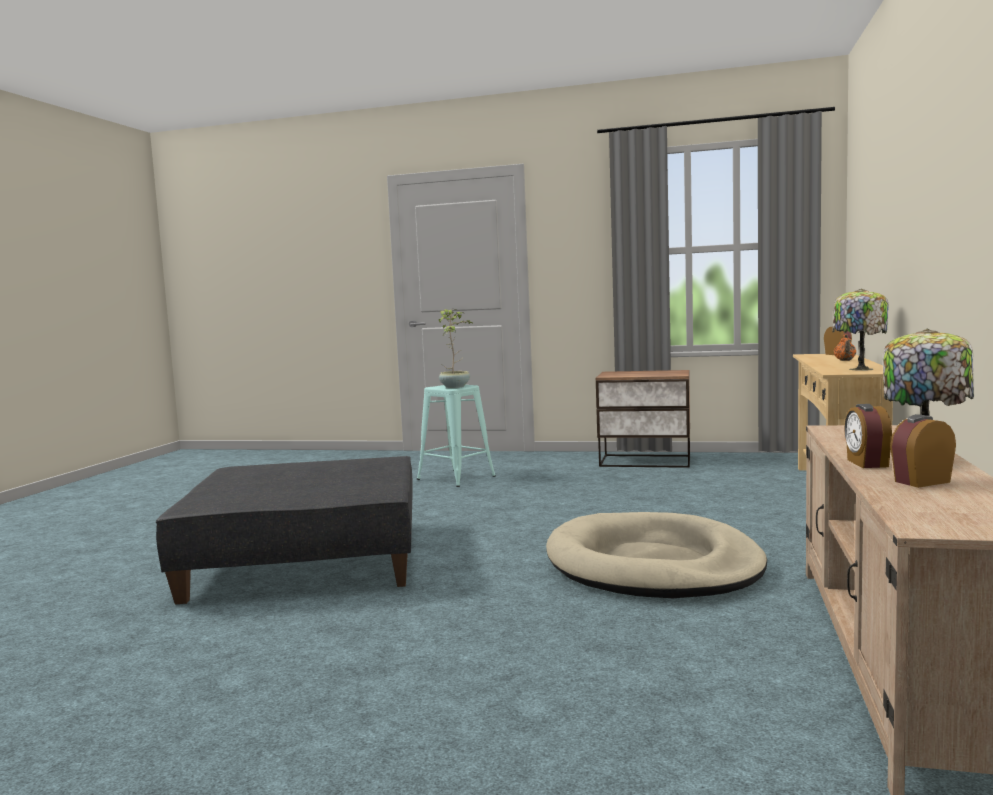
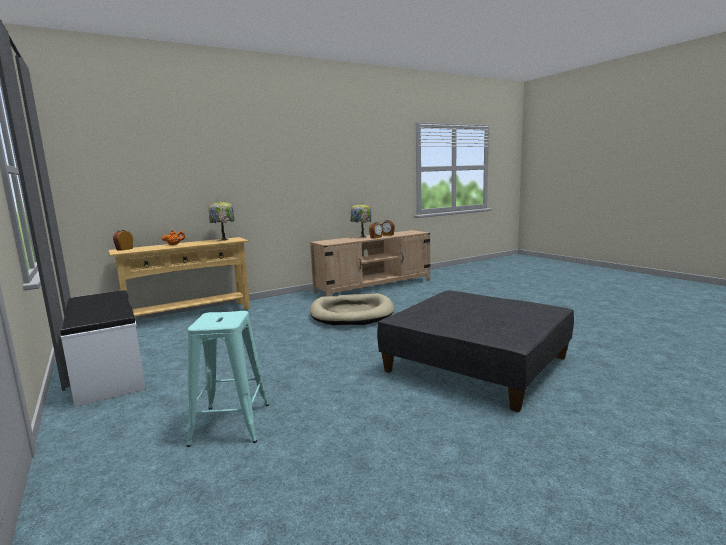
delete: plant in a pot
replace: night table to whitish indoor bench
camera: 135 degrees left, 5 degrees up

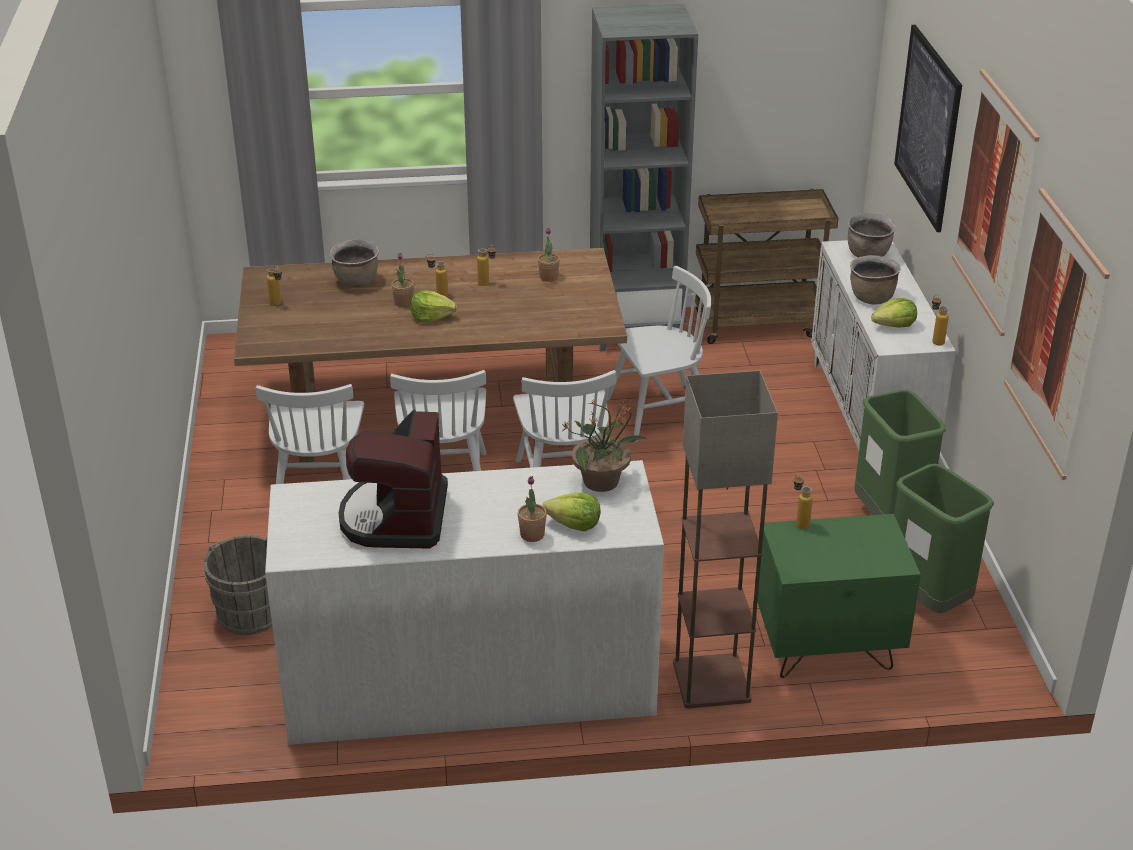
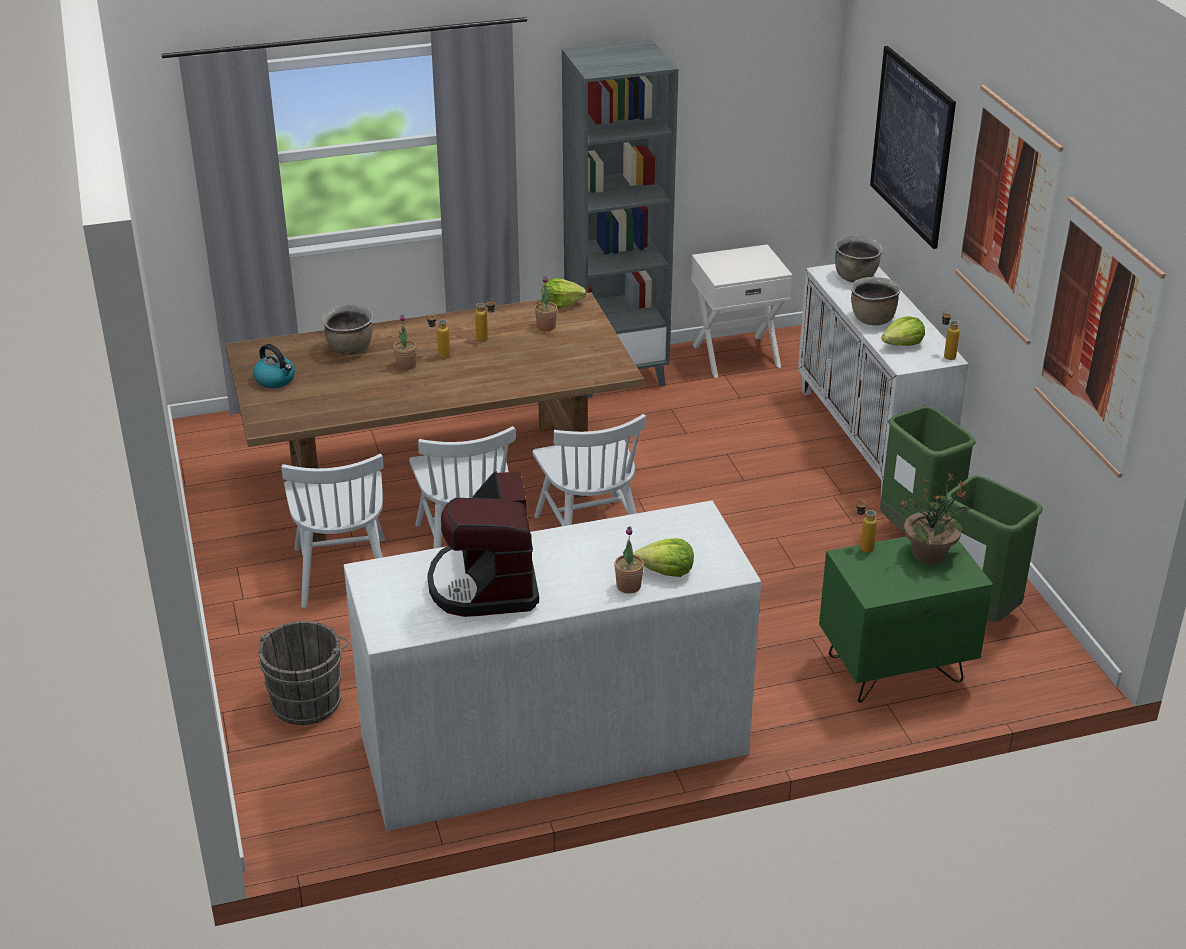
delete: whitish plain chair (4th from left); floor lamp
move: head of lettuce (1st from left); plant in a pot (4th from left)
replace: drink bottle (1st from left) to kettle; brown-coloured cart to whitish night table
camera: 10 degrees left, 0 degrees up

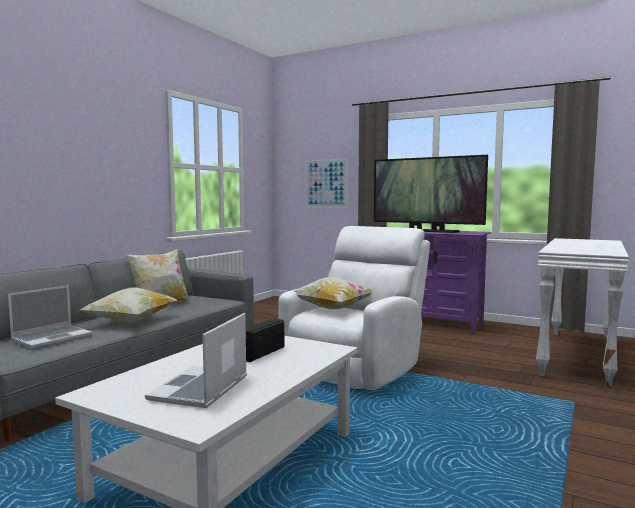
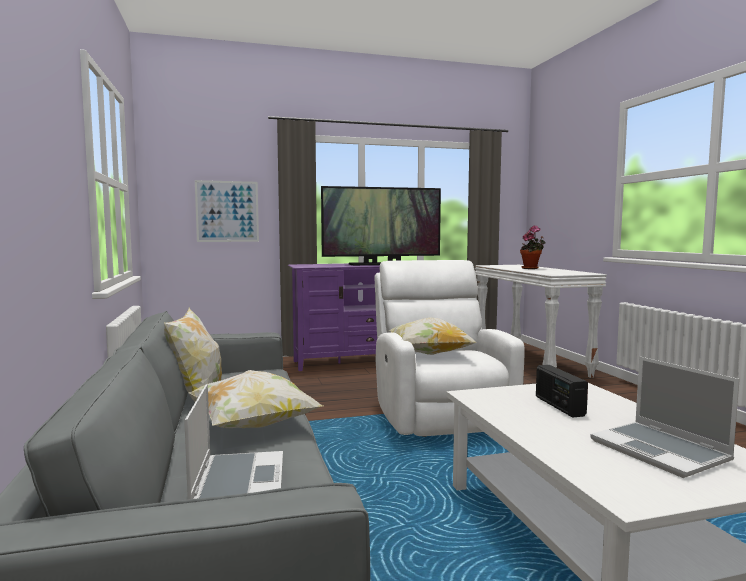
insert: plant in a pot
camera: 45 degrees left, 0 degrees up

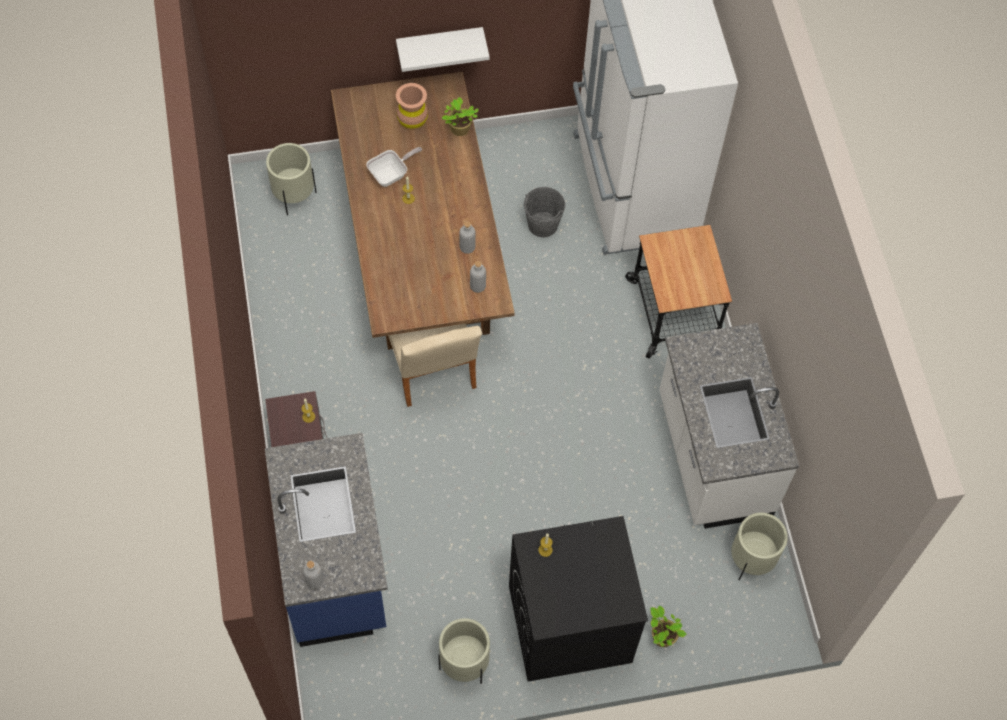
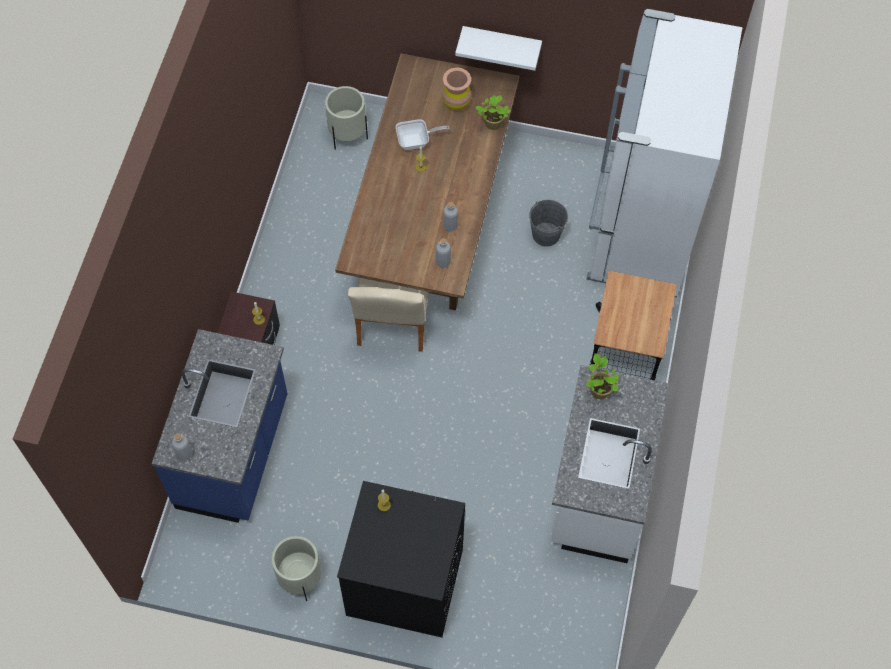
delete: sand-coloured planter (3rd from left)
move: plant in a pot (2nd from left)
camera: 25 degrees right, 0 degrees up

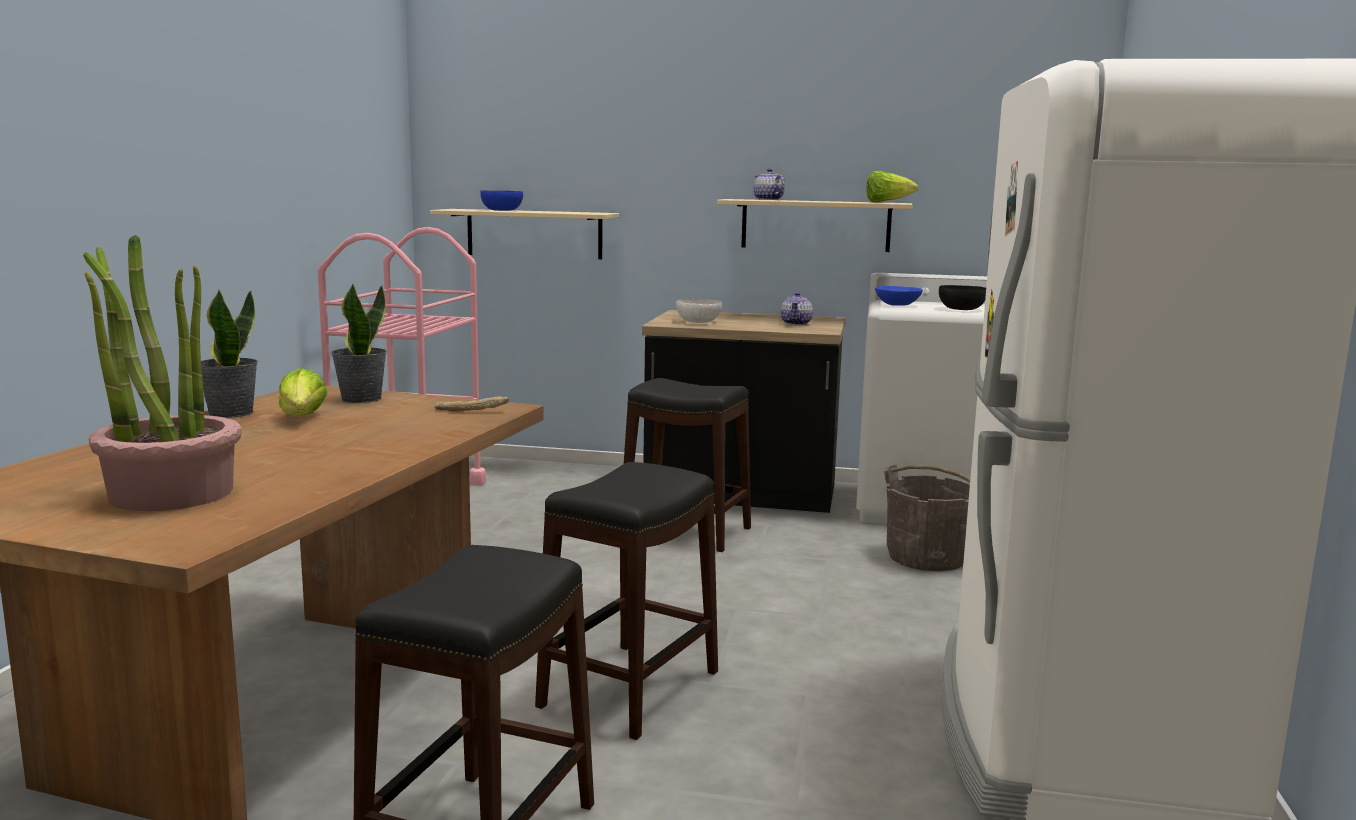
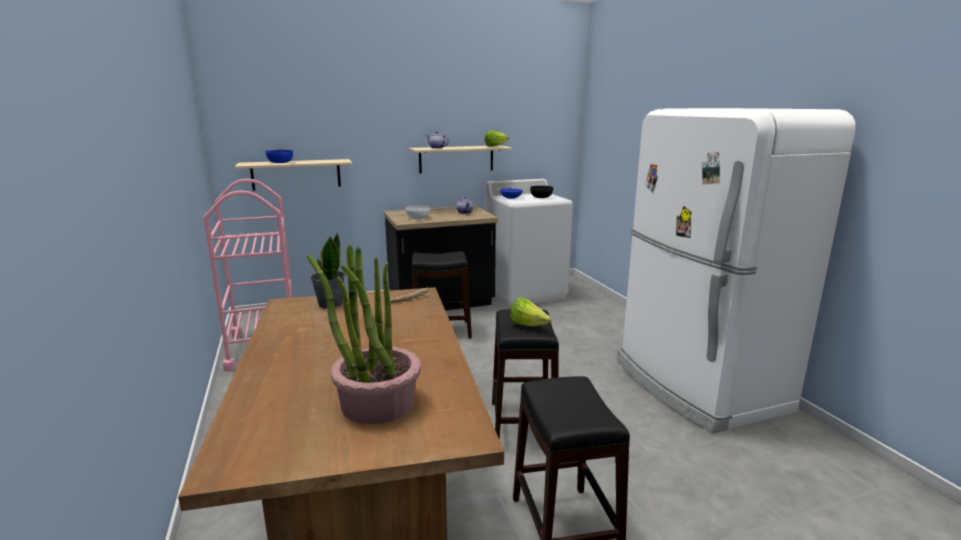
delete: plant in a pot (2nd from left); grey pail
move: head of lettuce (1st from left in the first image) to head of lettuce (2nd from left)
camera: 30 degrees left, 5 degrees up

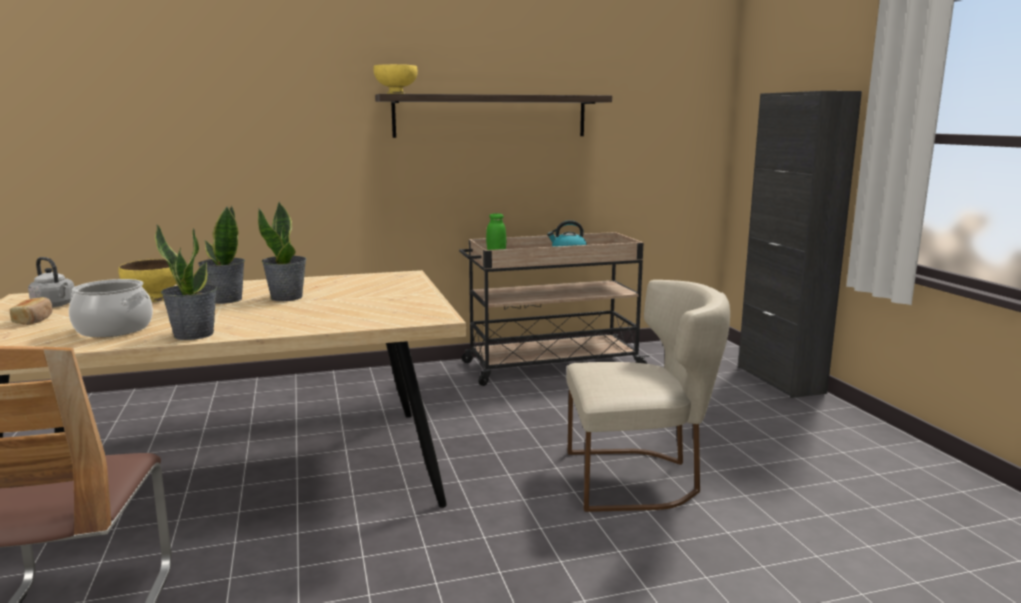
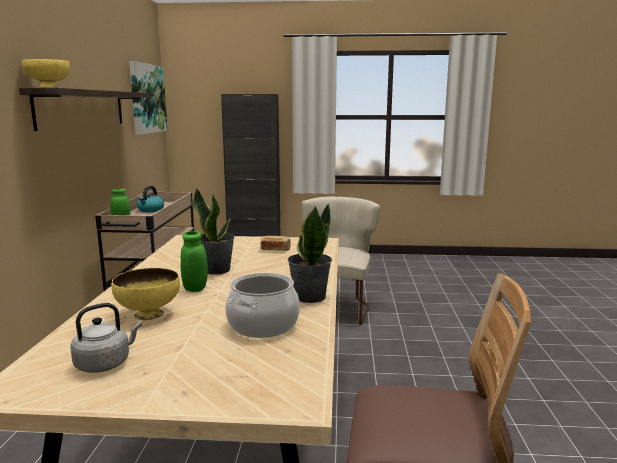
insert: picture
move: bakery bread
replace: plant in a pot (2nd from left) to green storage jar (2nd from left)
camera: 70 degrees left, 0 degrees up

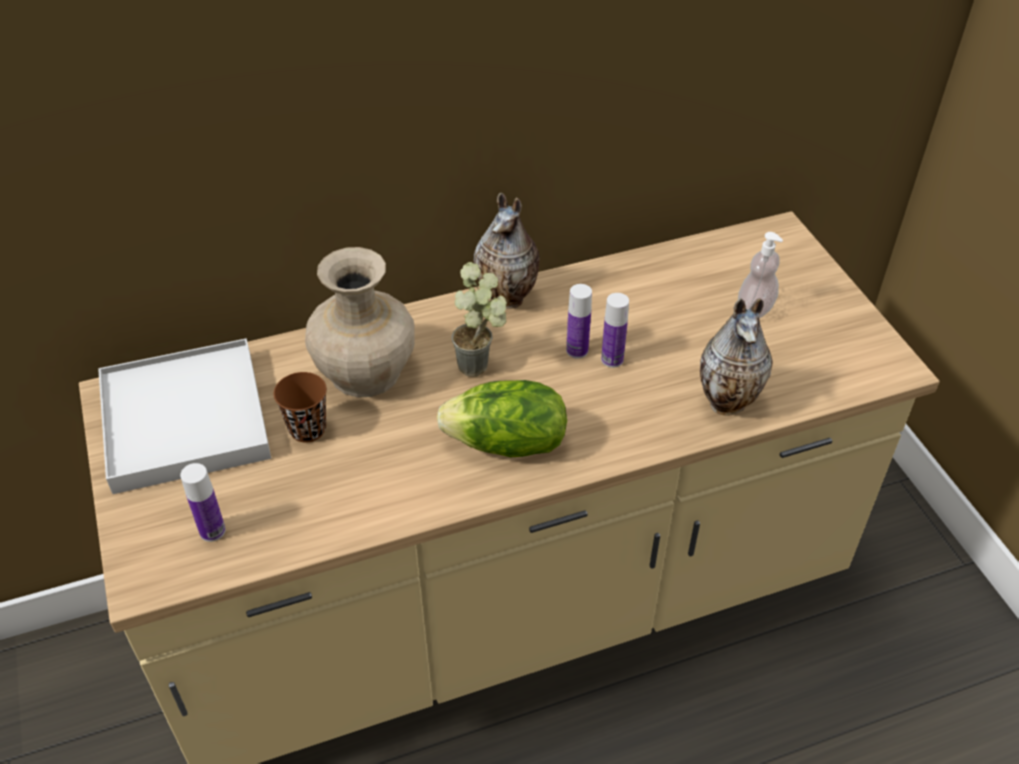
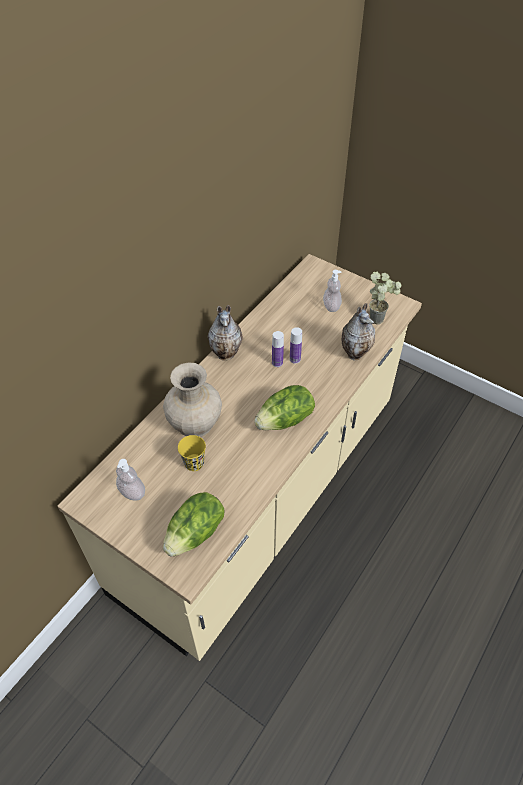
move: plant in a pot
replace: whitish serving tray to soap dispenser (1st from left); drink bottle (1st from left) to head of lettuce (1st from left)
recolor: brown-coloured small cup to yellow-coloured small cup
camera: 35 degrees left, 5 degrees up

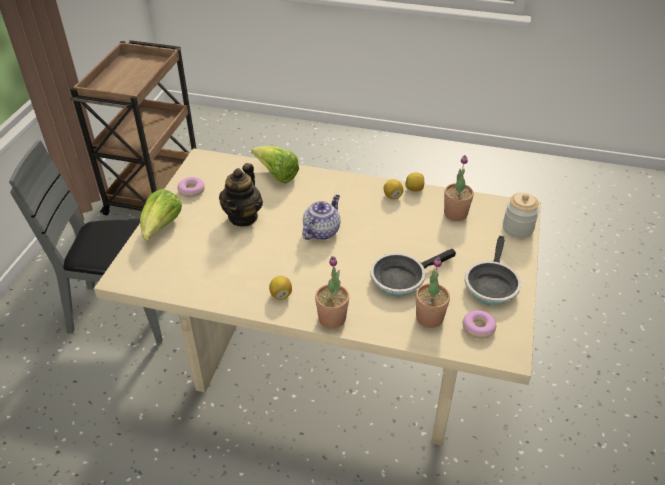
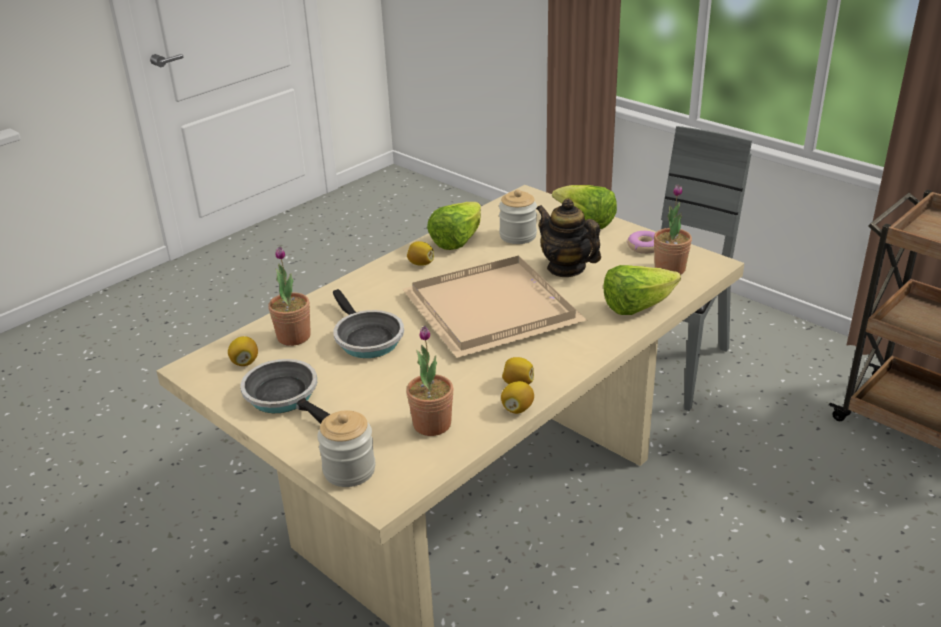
insert: head of lettuce (1st from left); storage jar (2nd from left)
move: plant in a pot (1st from left in the first image) to plant in a pot (3rd from left)
replace: donut (2nd from left) to lemon (1st from left); tea pot (2nd from left) to sand-coloured serving tray
rotate: skillet (1st from left in the first image) 150 degrees clockwise
camera: 120 degrees right, 10 degrees down

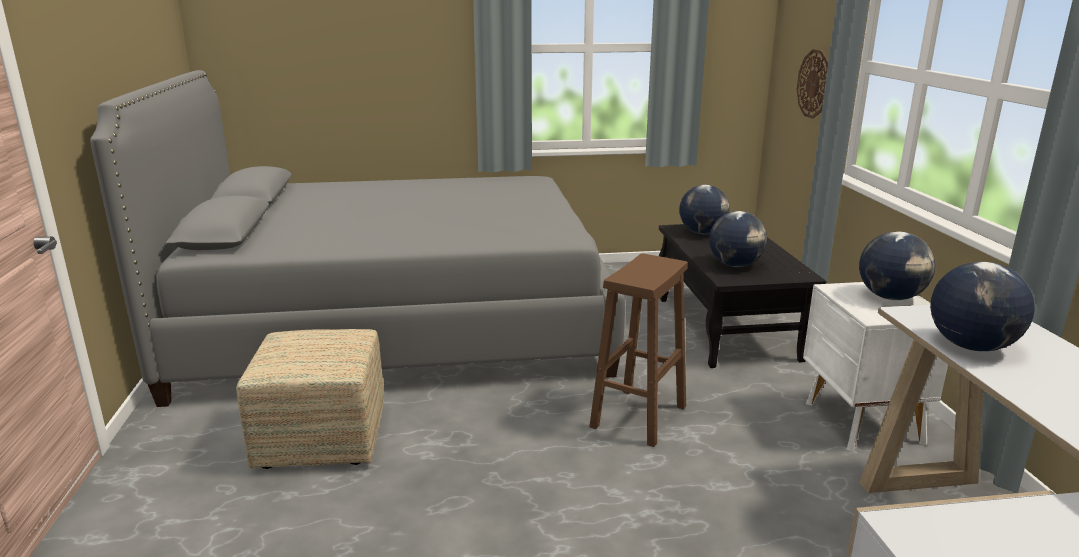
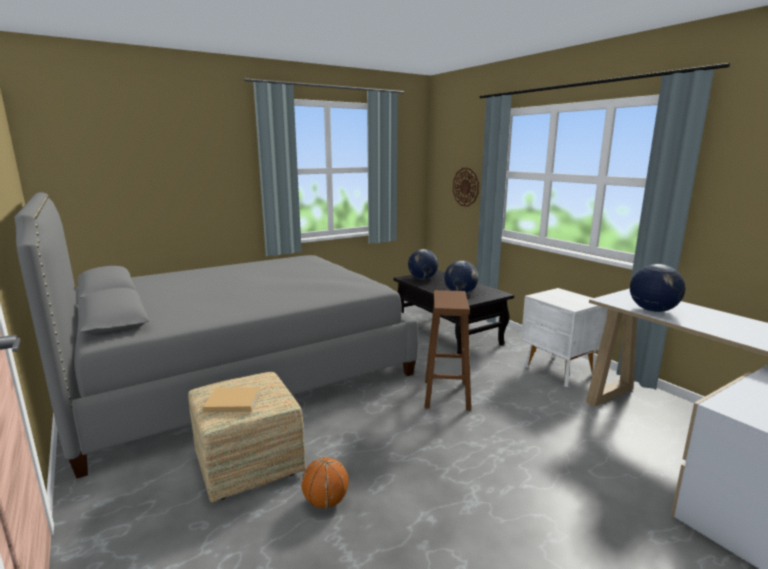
delete: globe (3rd from left)
insert: sand-coloured book; basketball ball
camera: 25 degrees left, 5 degrees down

